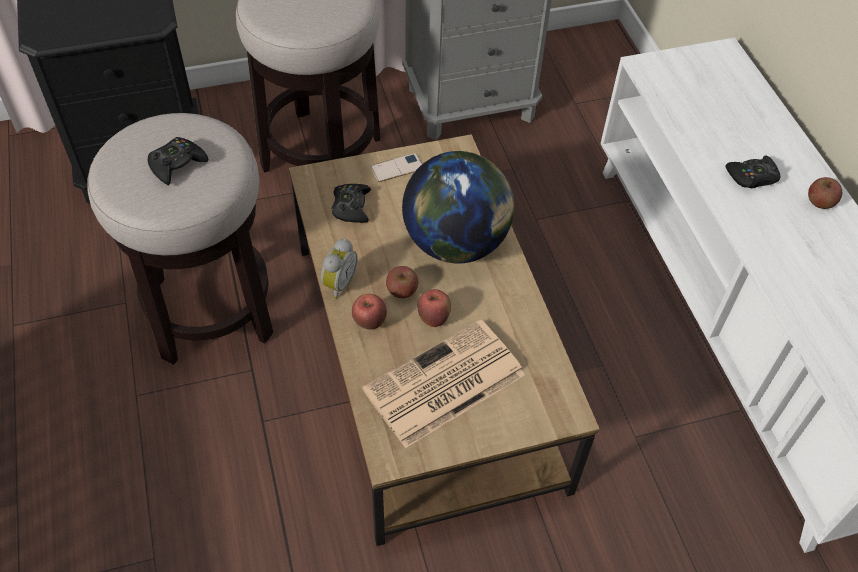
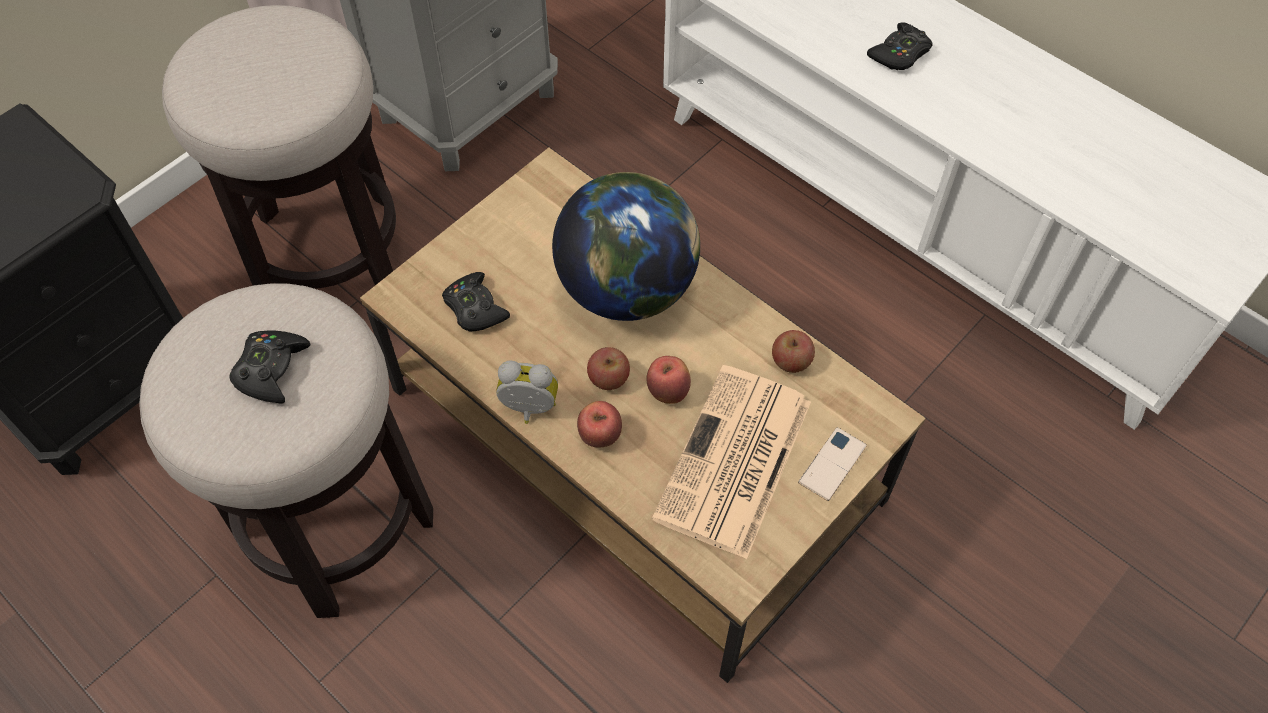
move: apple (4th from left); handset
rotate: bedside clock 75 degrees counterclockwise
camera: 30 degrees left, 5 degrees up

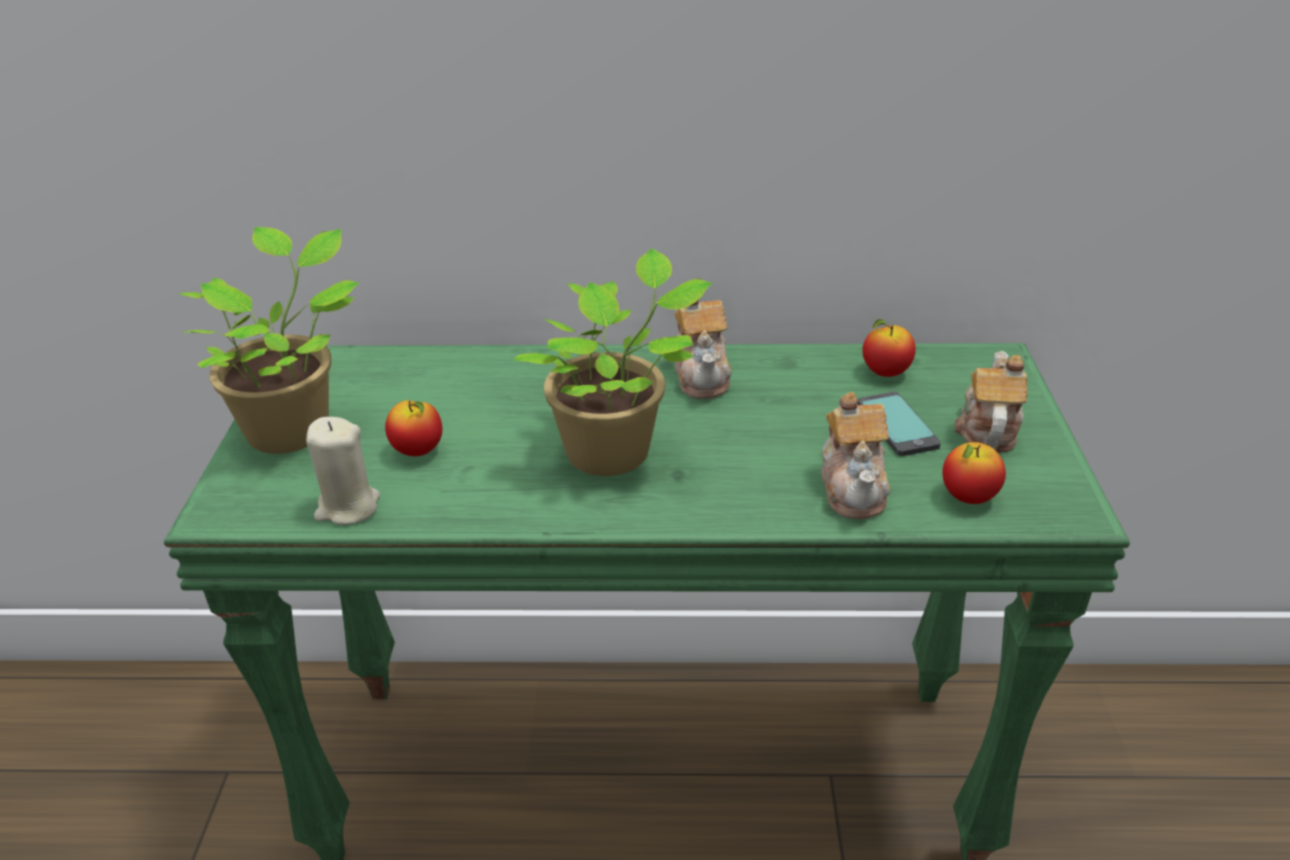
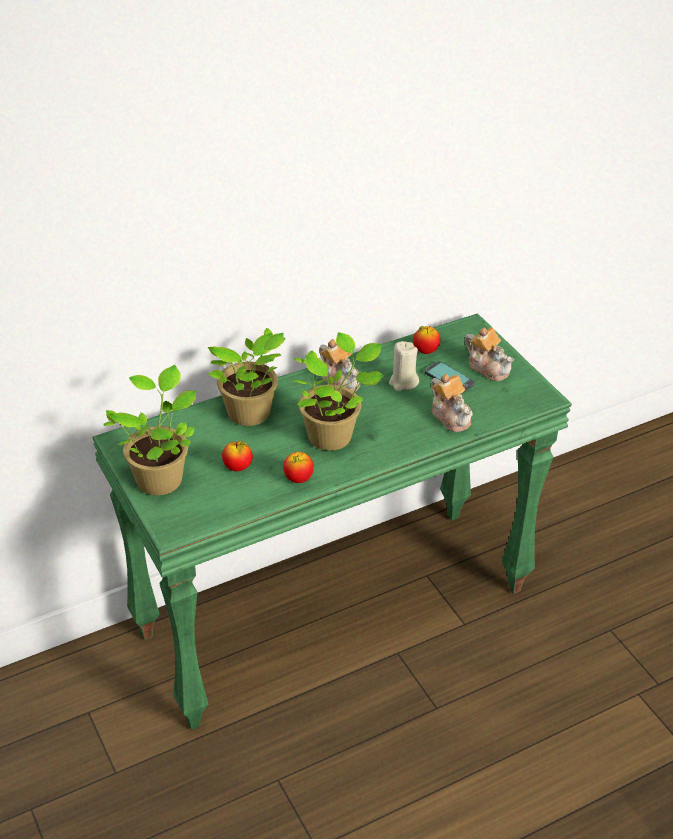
insert: plant in a pot (2nd from left)
move: apple (3rd from left in the first image) to apple (2nd from left); sand-coloured candle
rotate: tea pot (3rd from left) 150 degrees clockwise
camera: 30 degrees left, 5 degrees up

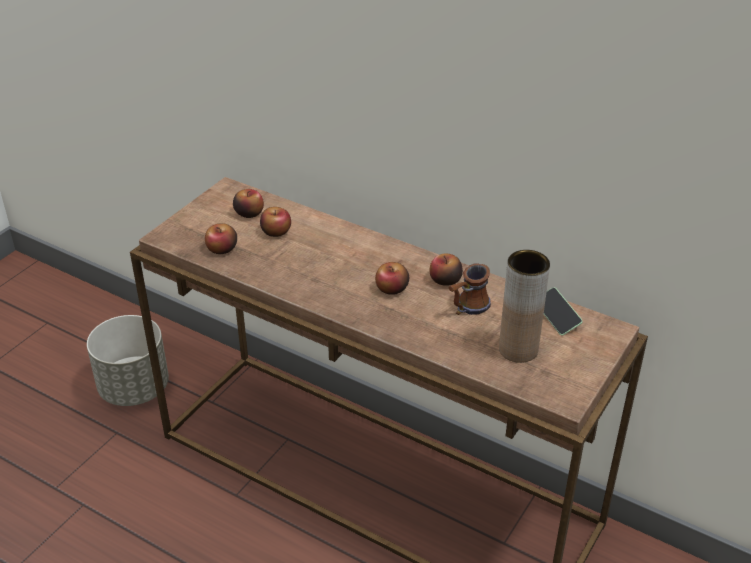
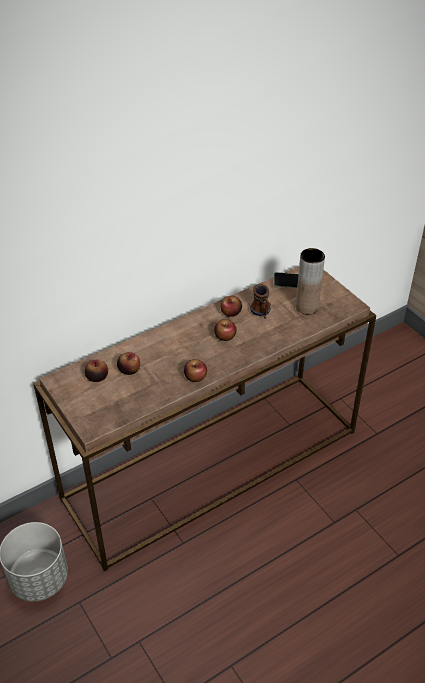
move: apple (1st from left in the first image) to apple (3rd from left)
camera: 65 degrees left, 5 degrees up

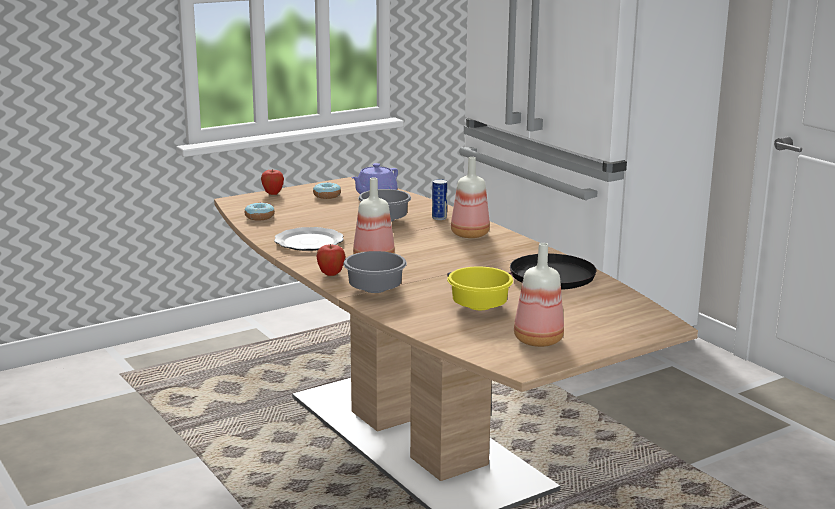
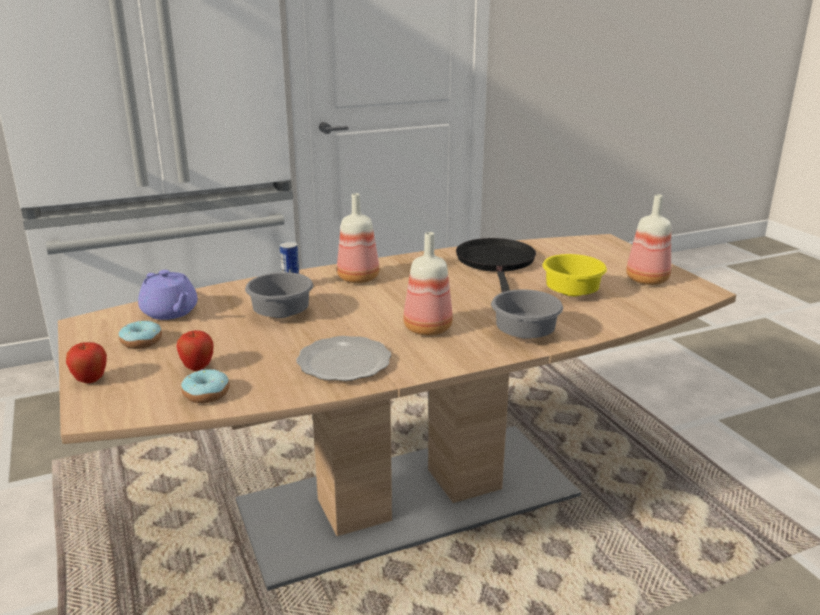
move: apple (2nd from left)
camera: 80 degrees left, 5 degrees up

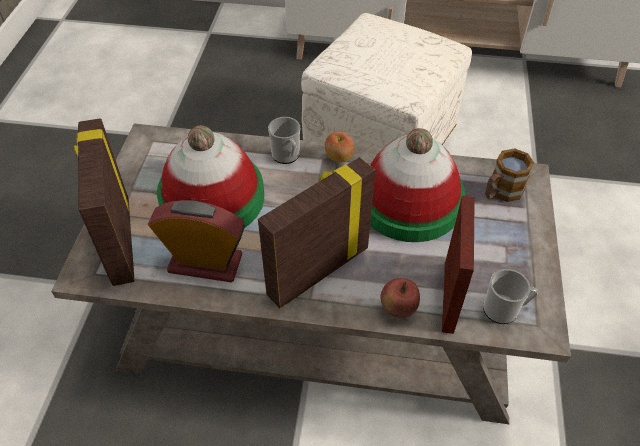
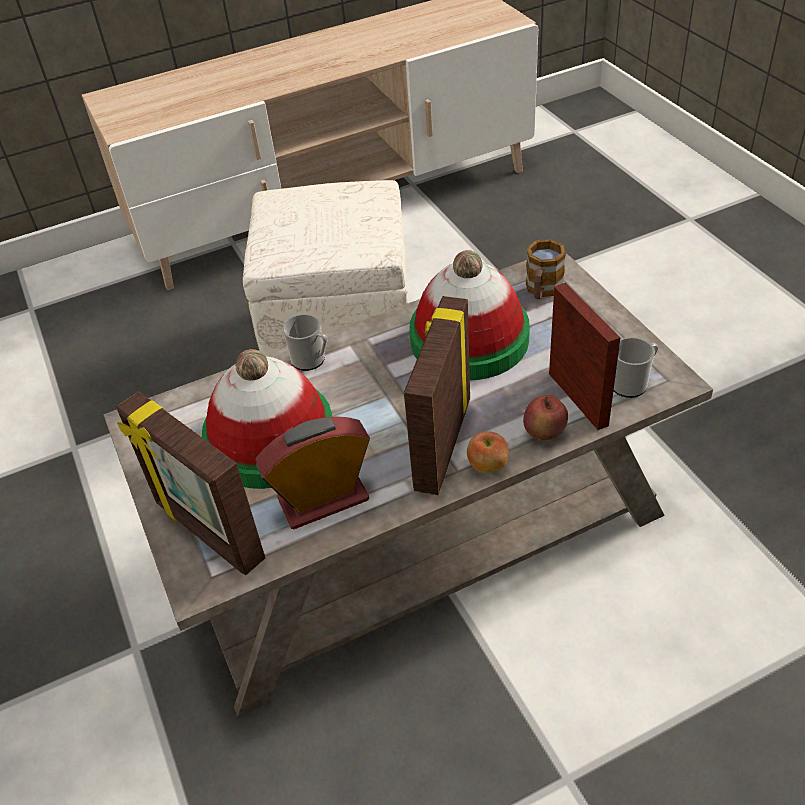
move: apple (1st from left)
camera: 30 degrees left, 5 degrees down

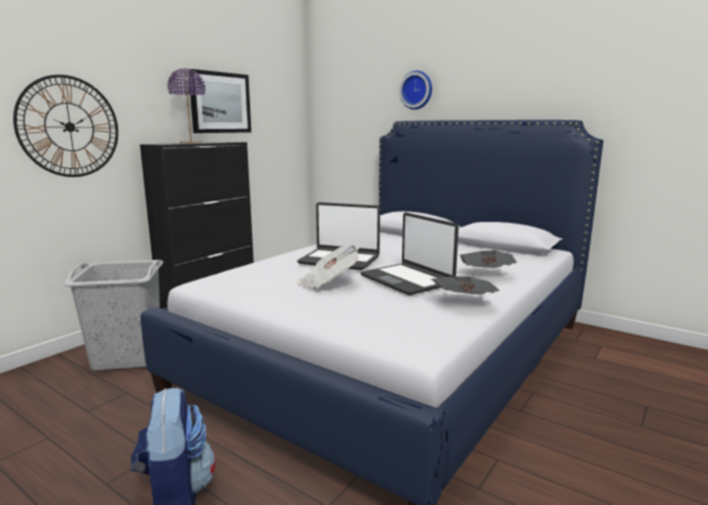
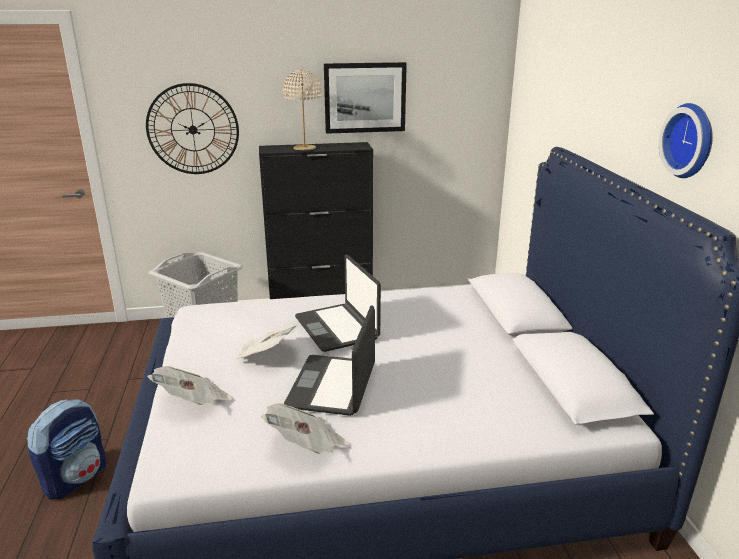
move: newspaper (3rd from left in the first image) to newspaper (1st from left); hanging clock (2nd from left)
recolor: purple-coloured table lamp to sand-coloured table lamp
camera: 45 degrees right, 10 degrees up

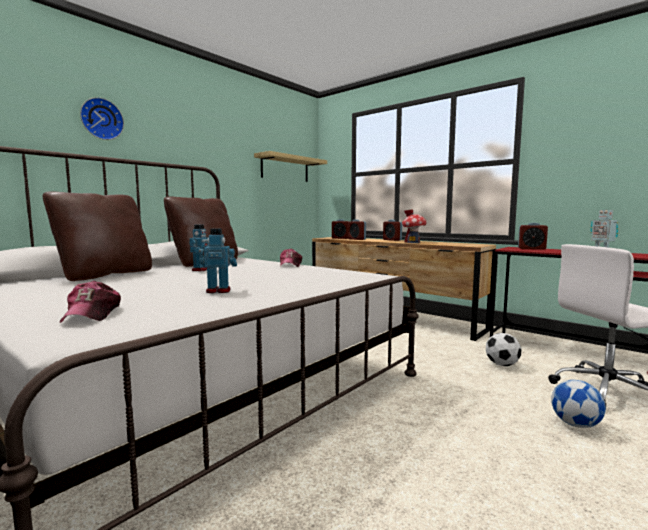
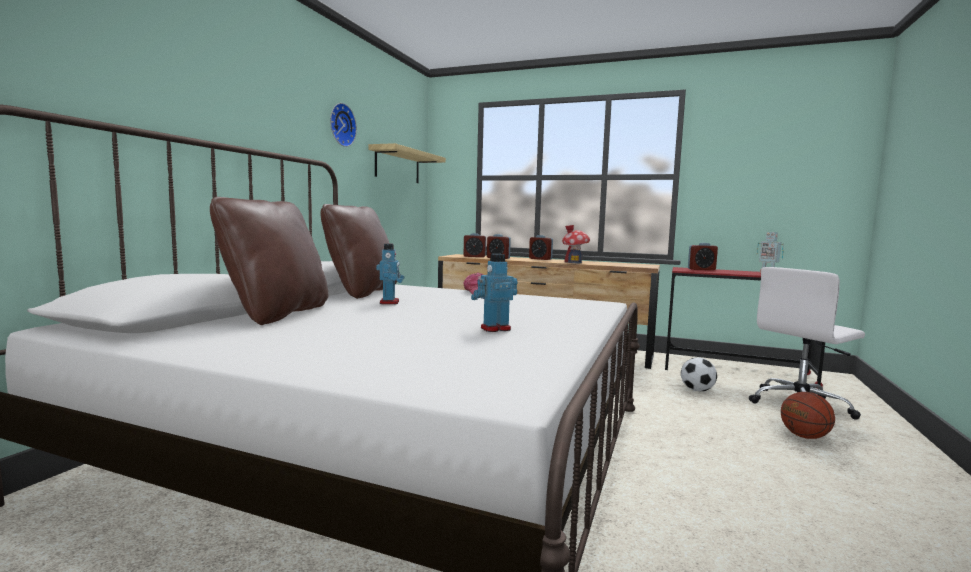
delete: cap (1st from left)
move: hanging clock
replace: football ball (2nd from left) to basketball ball
camera: 20 degrees left, 0 degrees up

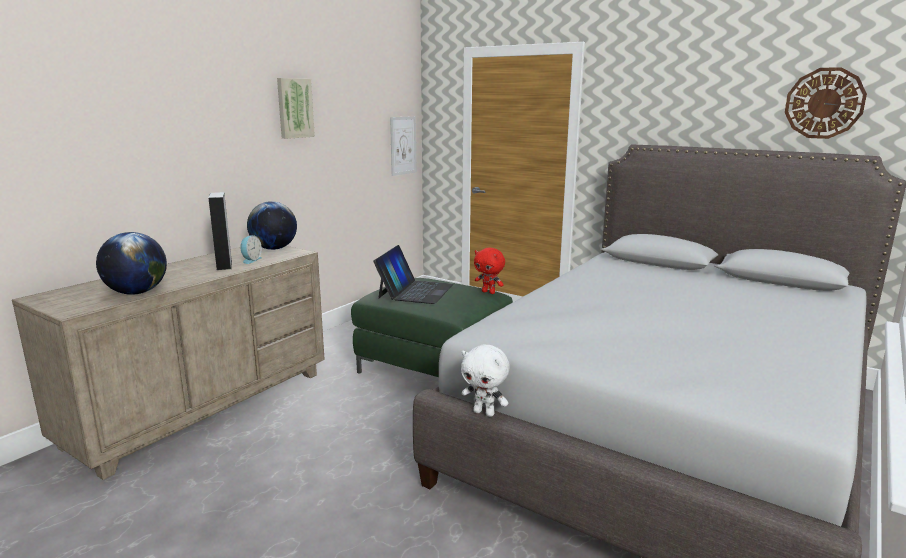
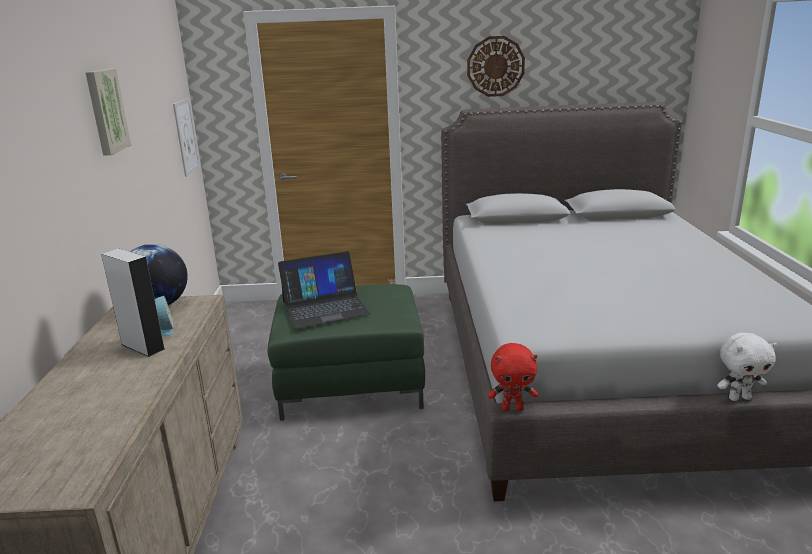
delete: globe (1st from left)
move: hanging clock; reddish plush toy; whitish plush toy
rotate: portable computer 90 degrees clockwise
camera: 35 degrees left, 5 degrees up

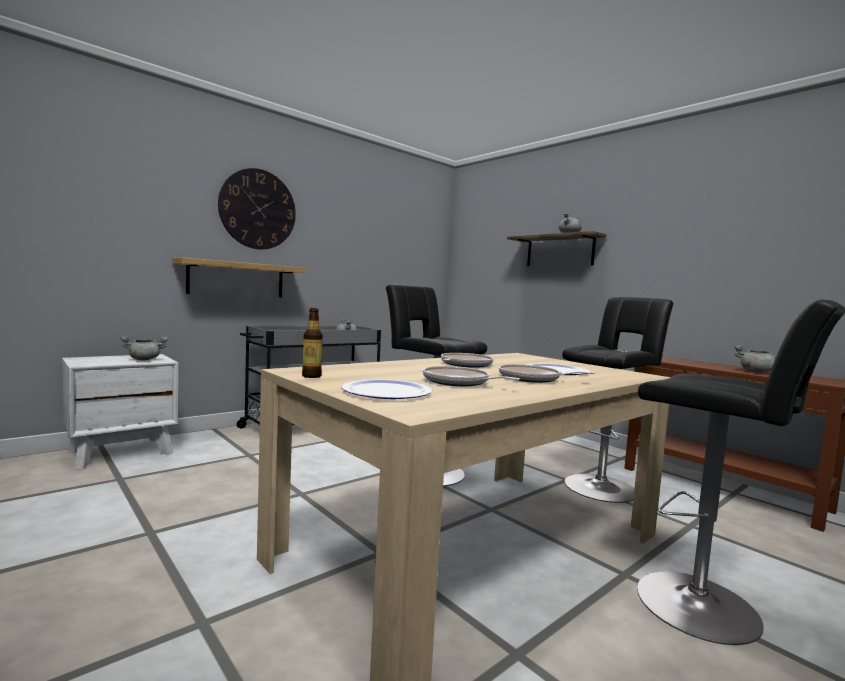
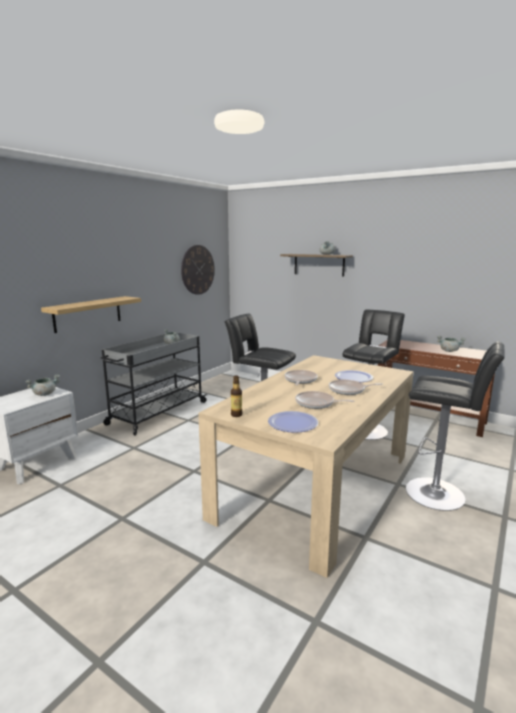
move: hanging clock
camera: 15 degrees left, 10 degrees up

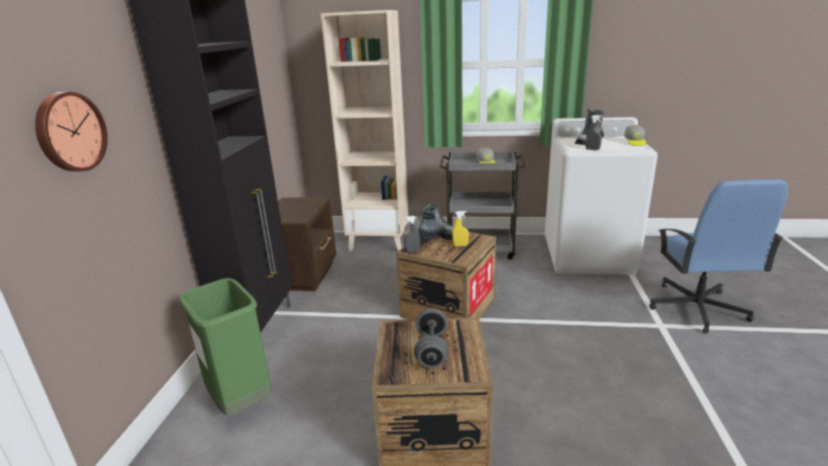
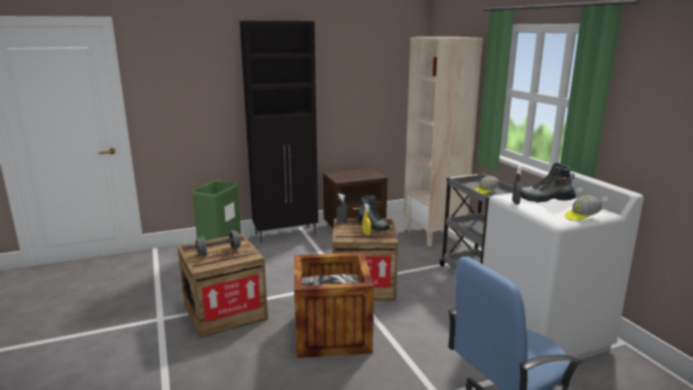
delete: hanging clock
insert: packing crate (2nd from left)
camera: 60 degrees right, 5 degrees down

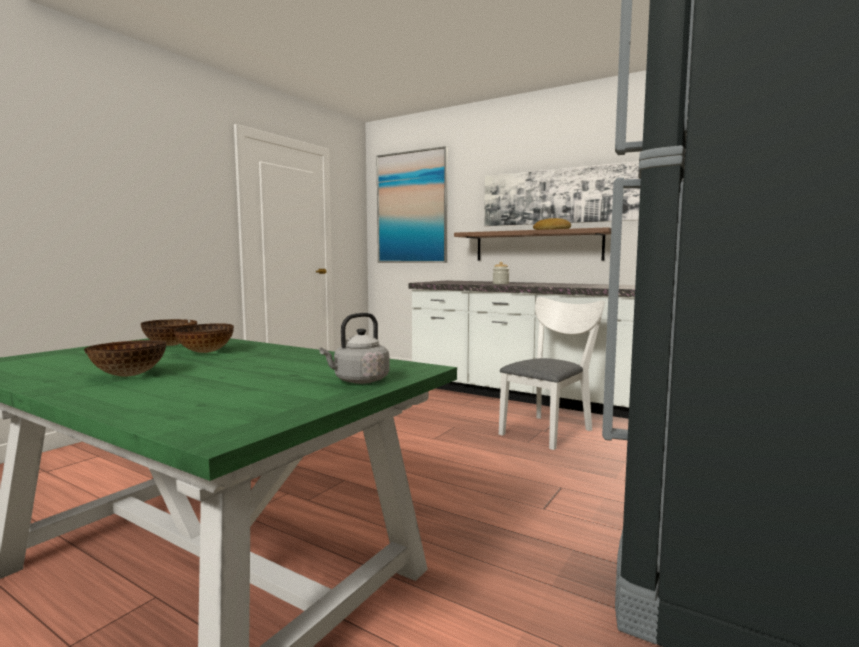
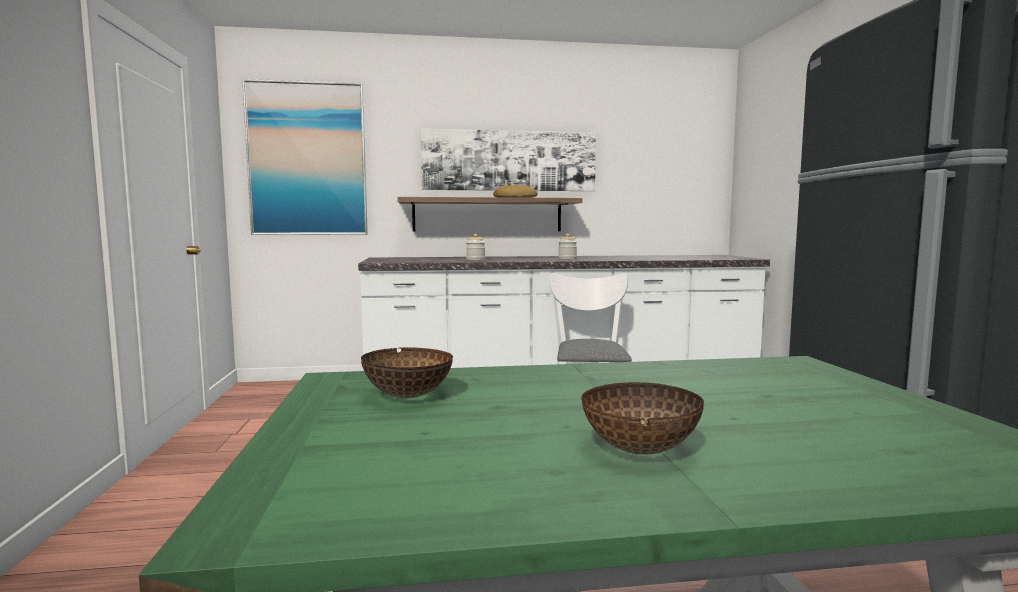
delete: deep dish (3rd from left); grey kettle
insert: storage jar (2nd from left)
camera: 40 degrees left, 0 degrees up

